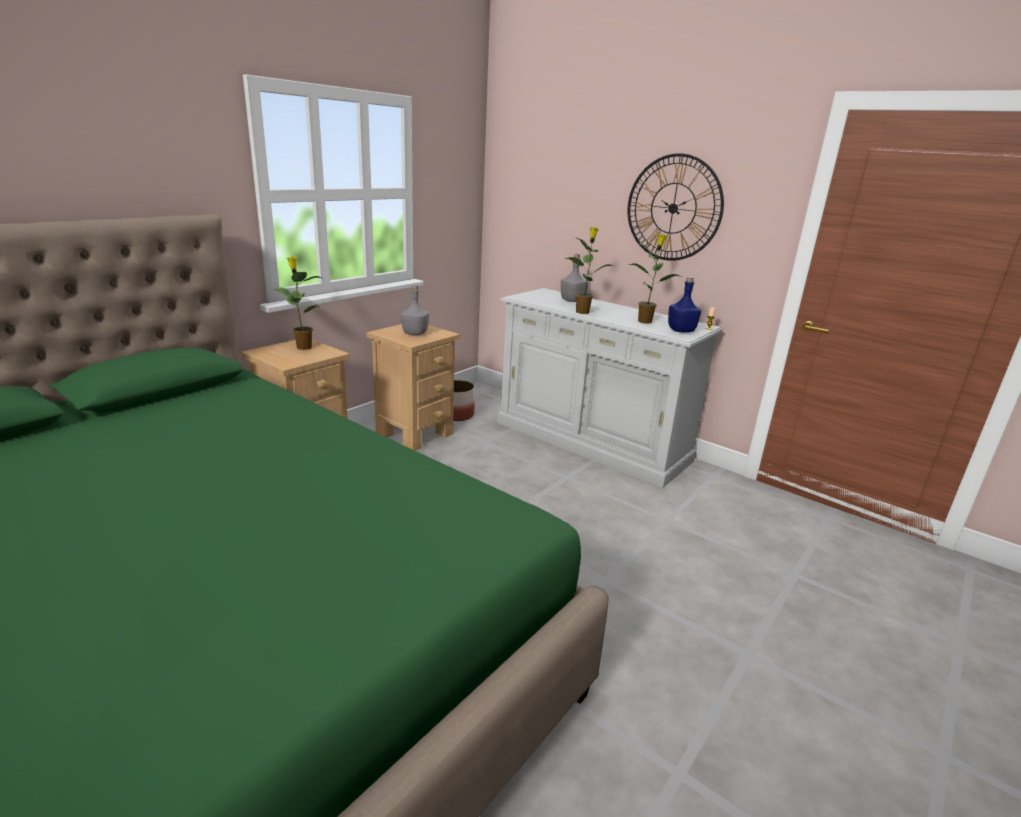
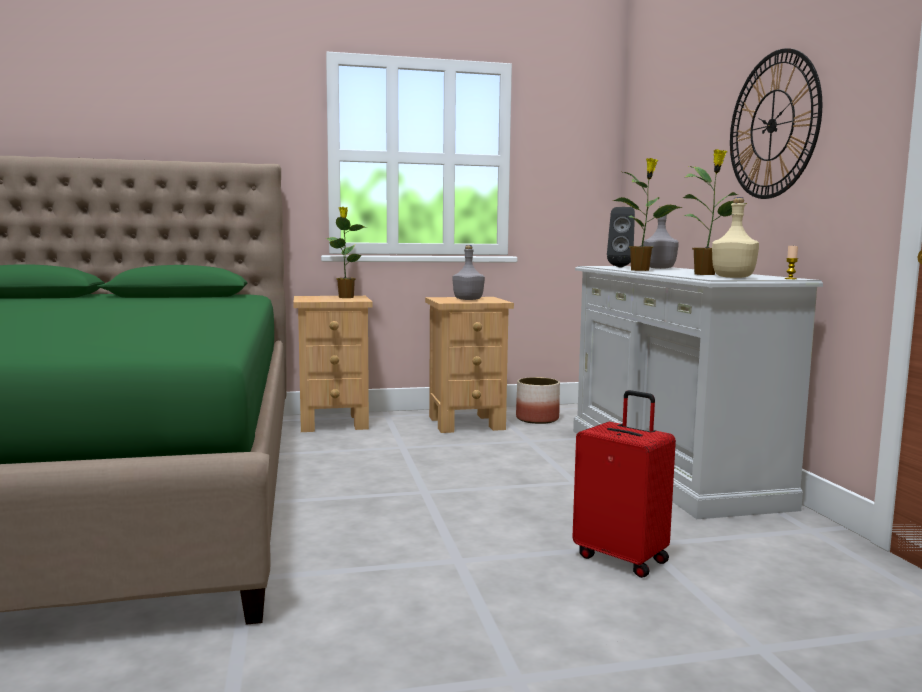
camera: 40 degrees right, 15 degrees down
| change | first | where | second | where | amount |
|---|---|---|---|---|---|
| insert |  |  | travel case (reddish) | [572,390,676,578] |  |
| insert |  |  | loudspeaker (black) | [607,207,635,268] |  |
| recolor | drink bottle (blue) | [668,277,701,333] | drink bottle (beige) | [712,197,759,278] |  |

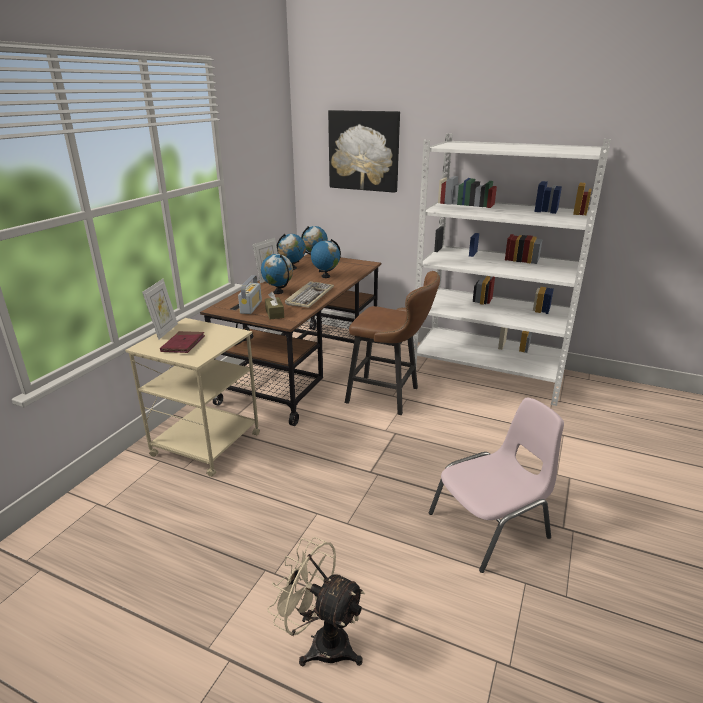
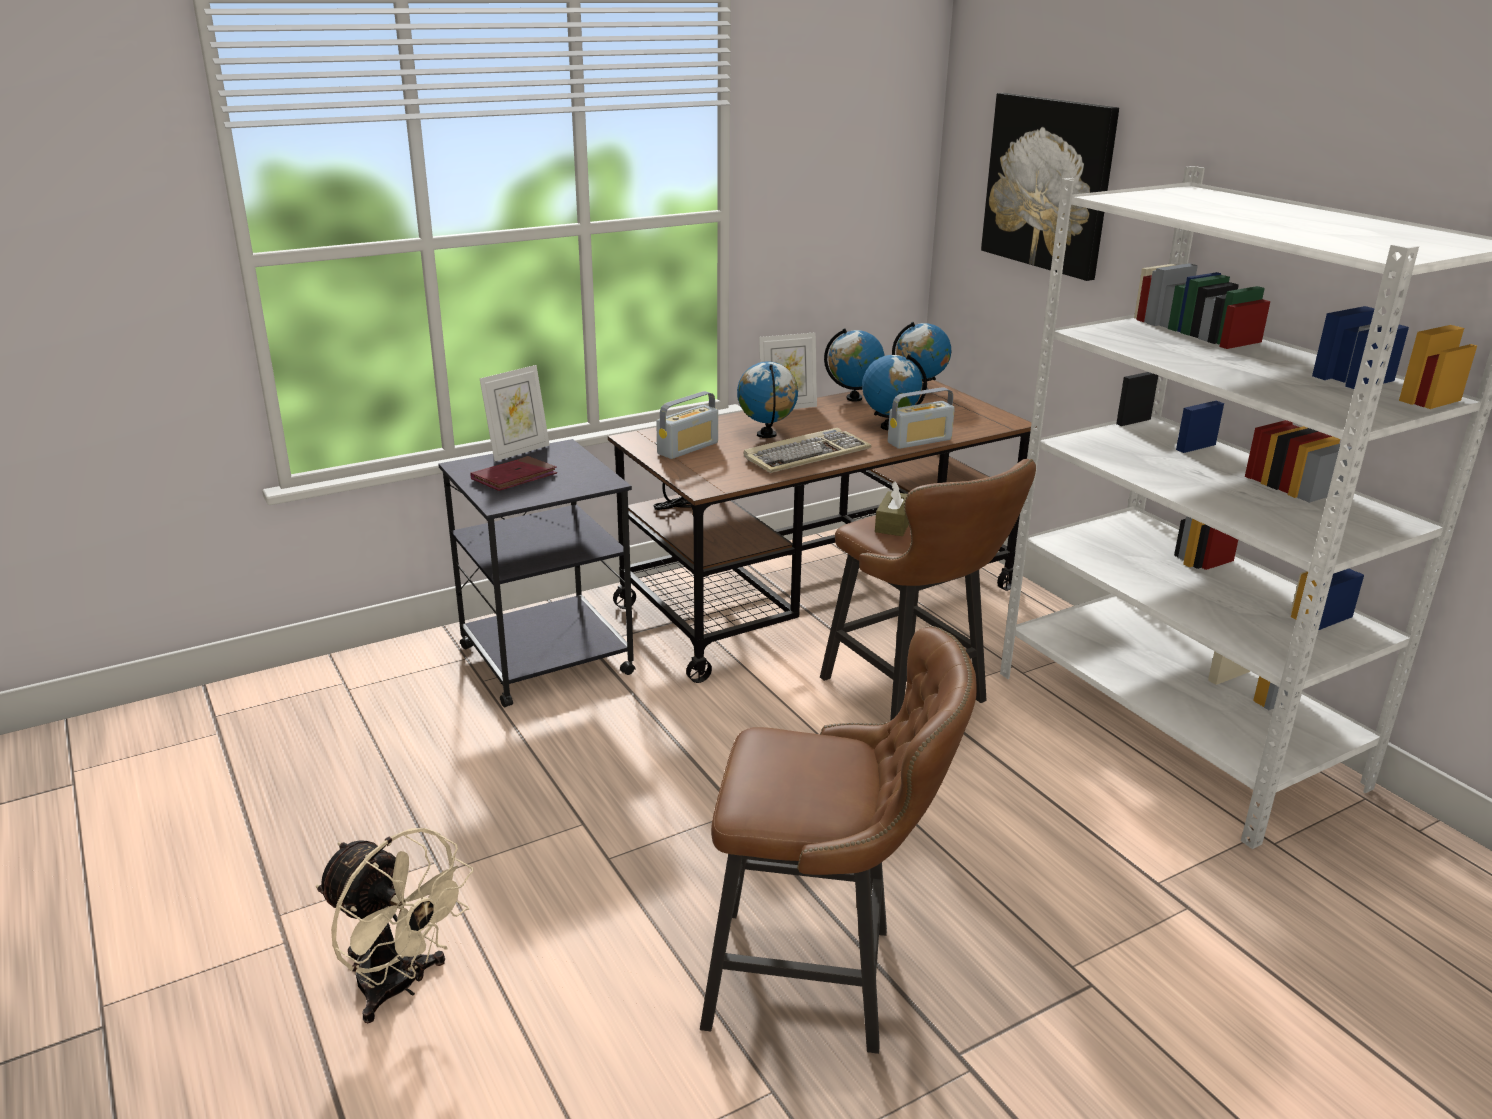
camera: 35 degrees right, 0 degrees up
| change | first | where | second | where | amount |
|---|---|---|---|---|---|
| insert |  |  | radio set | [888,387,955,449] |  |
| move | tissue box (brown-coloured) | [265,292,284,319] |  | [875,481,909,536] |  |
| replace | chair (pink) | [429,398,564,573] | stool (brown-coloured) | [700,626,977,1054] |  |
| recolor | wheeled cart (beige) | [125,318,260,477] | wheeled cart (black) | [438,439,635,707] |  |
| rotate | fan (beige) | [267,537,365,666] |  | [316,828,473,1024] | 150 degrees clockwise |

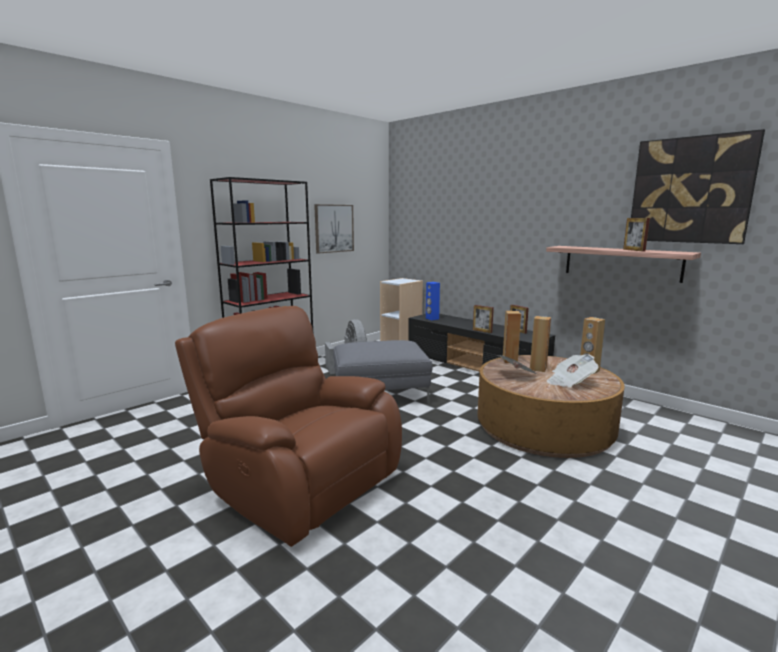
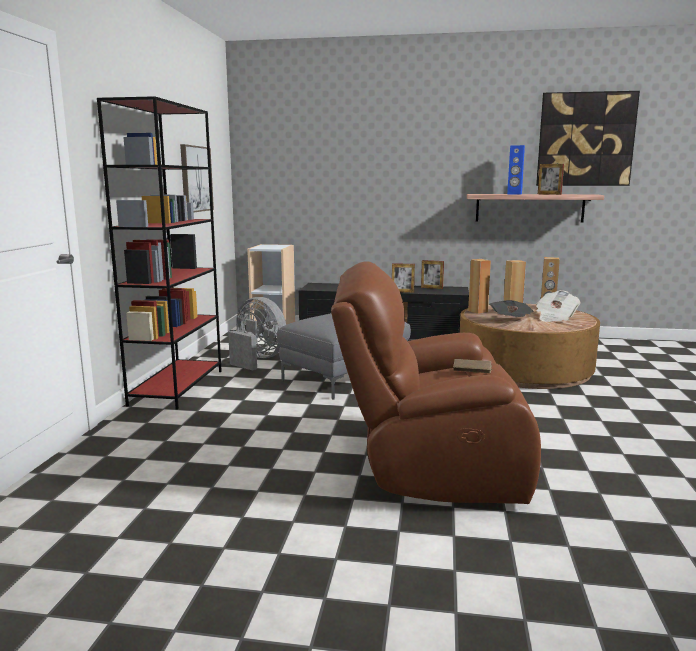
camera: 35 degrees left, 0 degrees up
| change | first | where | second | where | amount |
|---|---|---|---|---|---|
| insert |  |  | book (brown-coloured) | [453,359,492,373] |  |
| move | loudspeaker (blue) | [426,282,440,320] |  | [507,145,525,194] |  |

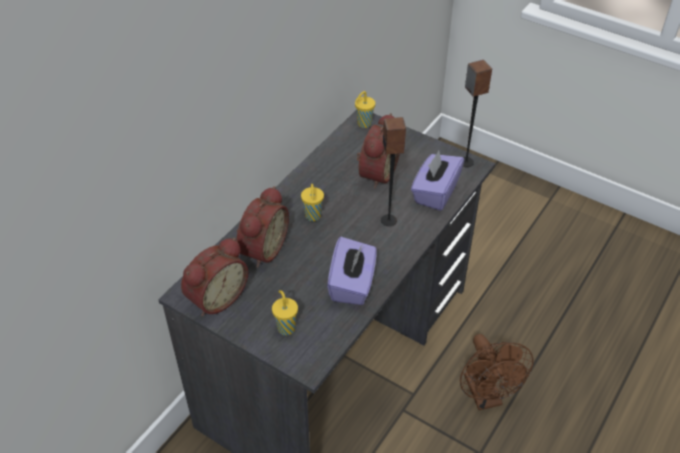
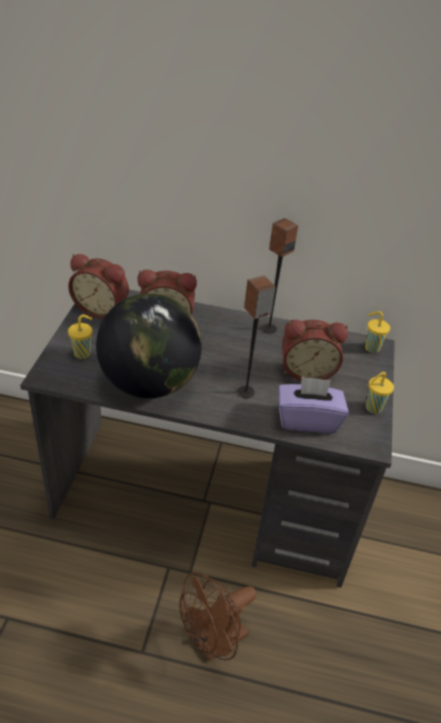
camera: 65 degrees right, 5 degrees down
| change | first | where | second | where | amount |
|---|---|---|---|---|---|
| move | drinking cup (yellow-coloured) | [301,184,324,222] |  | [366,372,394,414] |  |
| move | loudspeaker | [463,60,492,167] |  | [262,218,298,334] |  |
| replace | tissue box (purple-coloured) | [327,237,377,305] | desk globe | [96,293,202,398] |  |

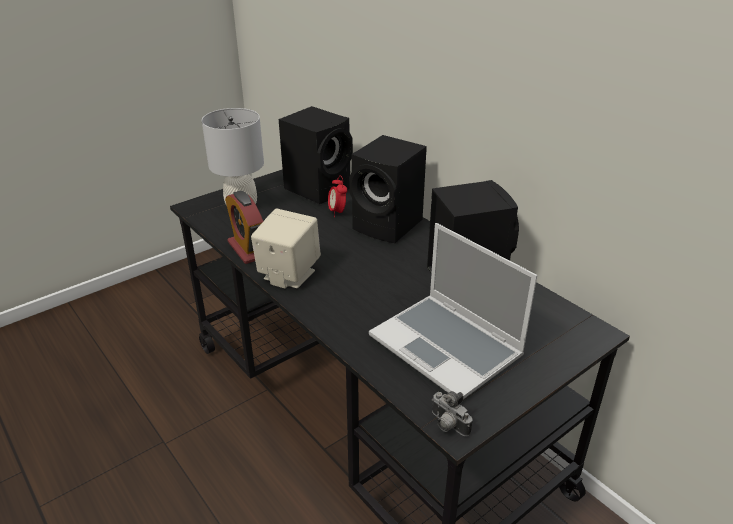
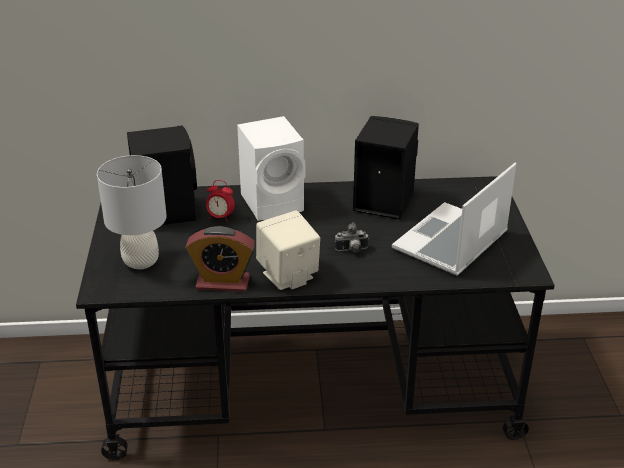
camera: 55 degrees left, 0 degrees up
| change | first | where | second | where | amount |
|---|---|---|---|---|---|
| move | photo camera | [432,391,473,436] |  | [335,222,369,252] |  |
| recolor | loudspeaker (black) | [349,135,427,243] | loudspeaker (white) | [237,116,305,221] |  |
| rotate | laptop | [369,223,537,399] |  | [392,163,516,276] | 135 degrees clockwise |

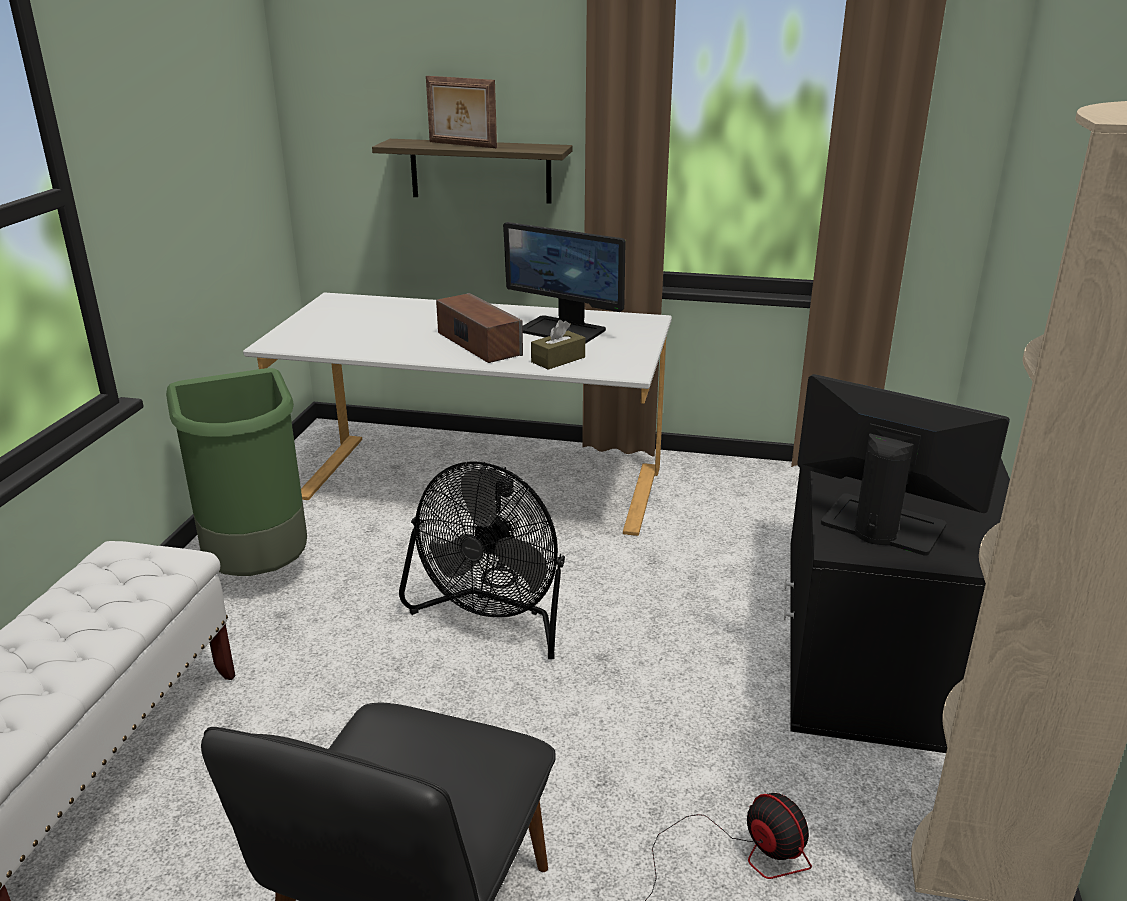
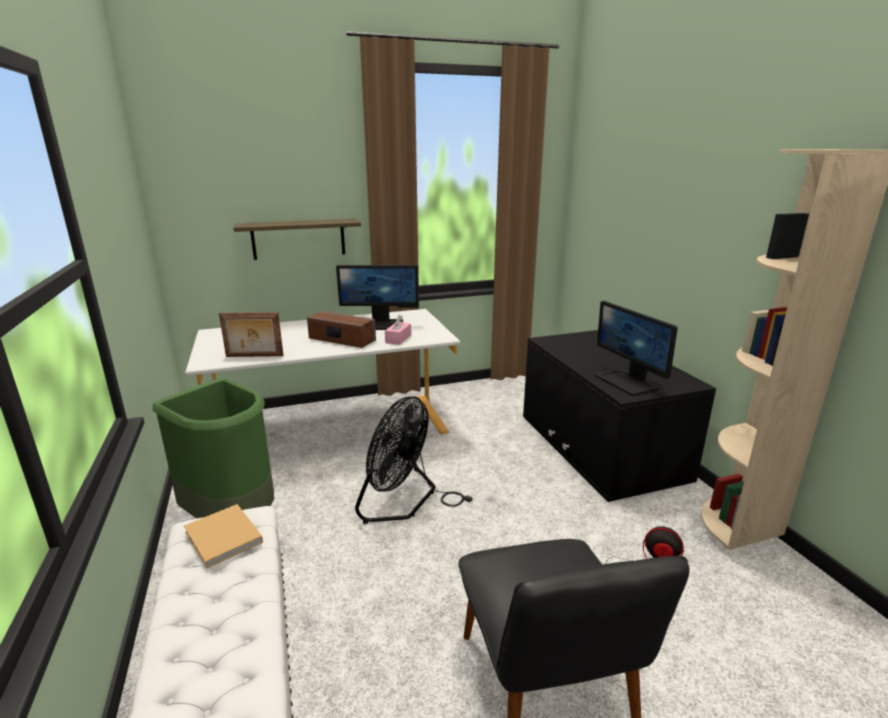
camera: 30 degrees left, 5 degrees down
| change | first | where | second | where | amount |
|---|---|---|---|---|---|
| insert |  |  | book (beige) | [184,504,263,569] |  |
| move | photo frame | [426,76,497,148] |  | [219,312,284,357] |  |
| recolor | tissue box (brown-coloured) | [531,320,585,370] | tissue box (pink) | [385,315,411,345] |  |
| rotate | fan (black) | [399,462,565,659] |  | [355,396,473,524] | 120 degrees clockwise |
| rotate | monitor | [797,374,1010,556] |  | [595,301,678,396] | 120 degrees counterclockwise |

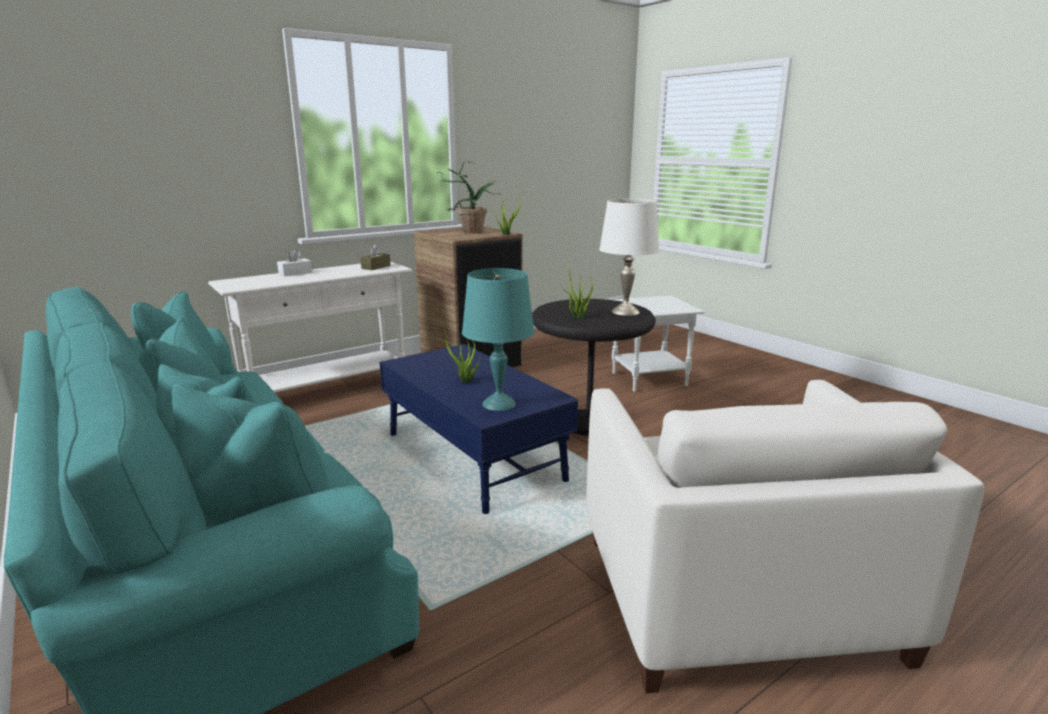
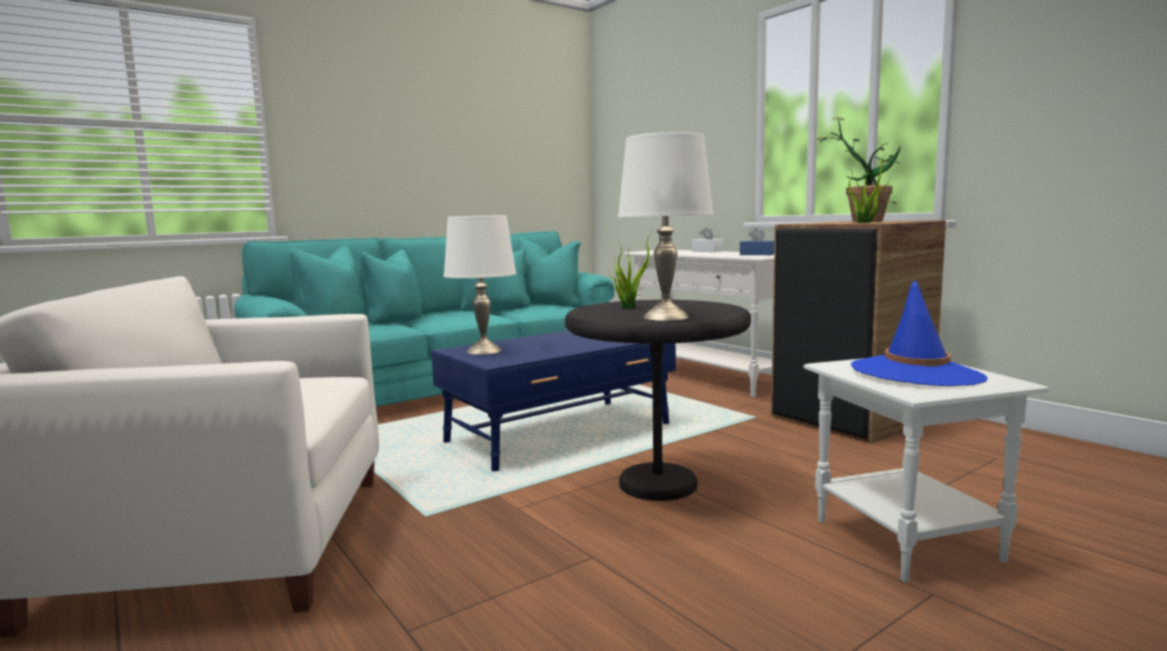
camera: 90 degrees right, 10 degrees down
| change | first | where | second | where | amount |
|---|---|---|---|---|---|
| delete | potted plant | [440,324,480,383] |  |  |  |
| insert |  |  | clothing hat (blue) | [851,279,988,386] |  |
| recolor | tissue box (brown-coloured) | [360,244,391,270] | tissue box (blue) | [740,228,774,255] |  |
| recolor | lamp for a table (blue-green) | [462,268,535,411] | lamp for a table (white) | [444,215,517,355] |  |

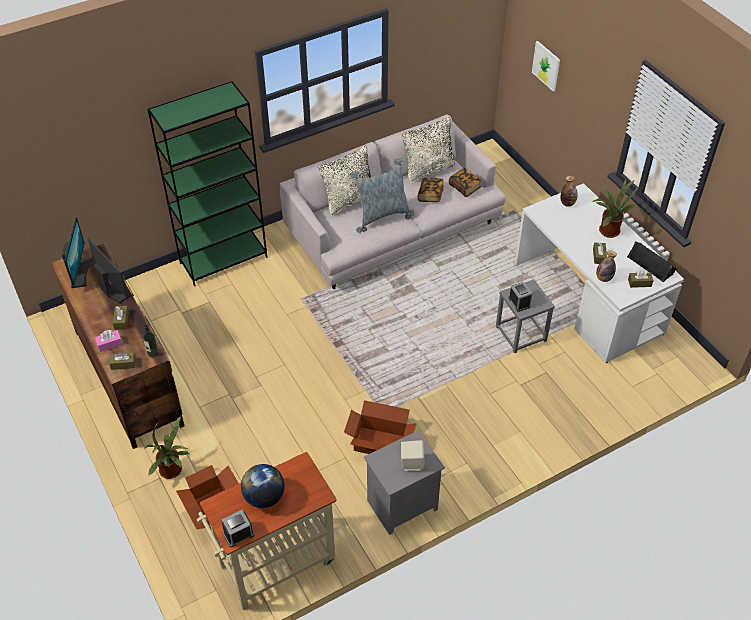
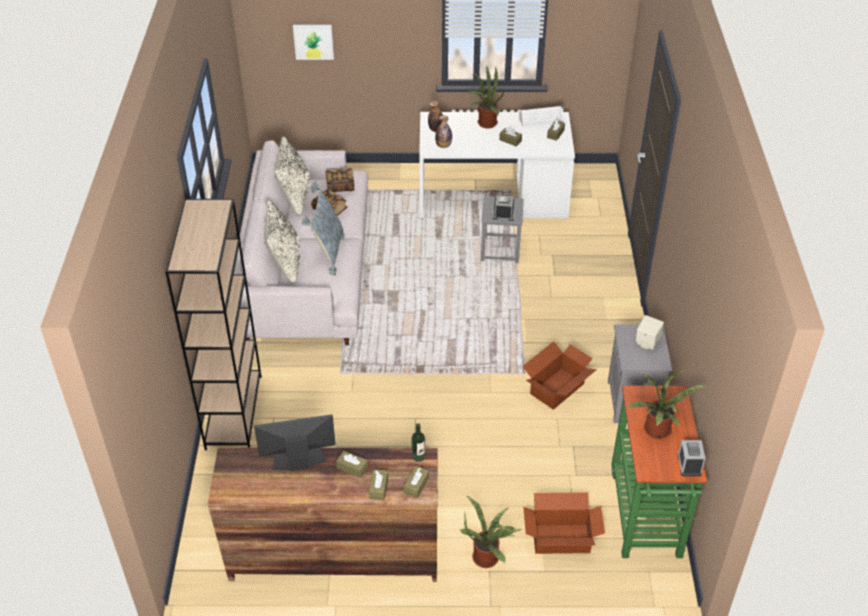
camera: 60 degrees left, 5 degrees down
| change | first | where | second | where | amount |
|---|---|---|---|---|---|
| delete | monitor | [62,217,93,288] |  |  |  |
| move | drink bottle | [596,250,617,282] |  | [435,116,452,148] |  |
| replace | desk globe | [241,464,285,508] | potted plant | [628,370,707,439] |  |
| recolor | tissue box (pink) | [95,330,123,352] | tissue box (brown-coloured) | [369,469,388,500] |  |
| recolor | bookshelf (green) | [147,81,268,286] | bookshelf (beige) | [165,199,262,450] |  |
| recolor | wheeled cart (beige) | [197,452,337,610] | wheeled cart (green) | [611,385,707,558] |  |
| recolor | loudspeaker (black) | [627,241,677,282] | loudspeaker (white) | [519,106,564,128] |  |

